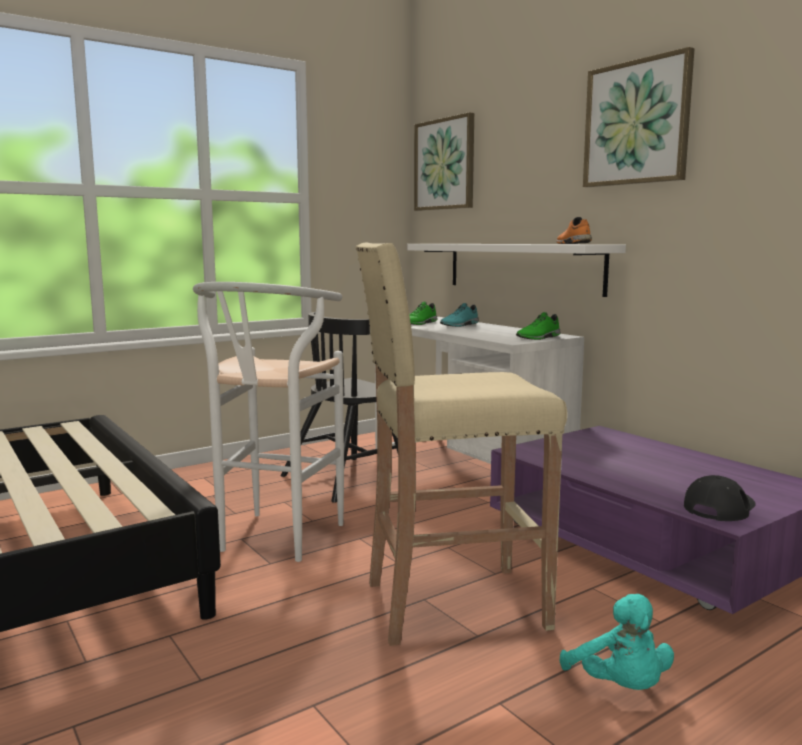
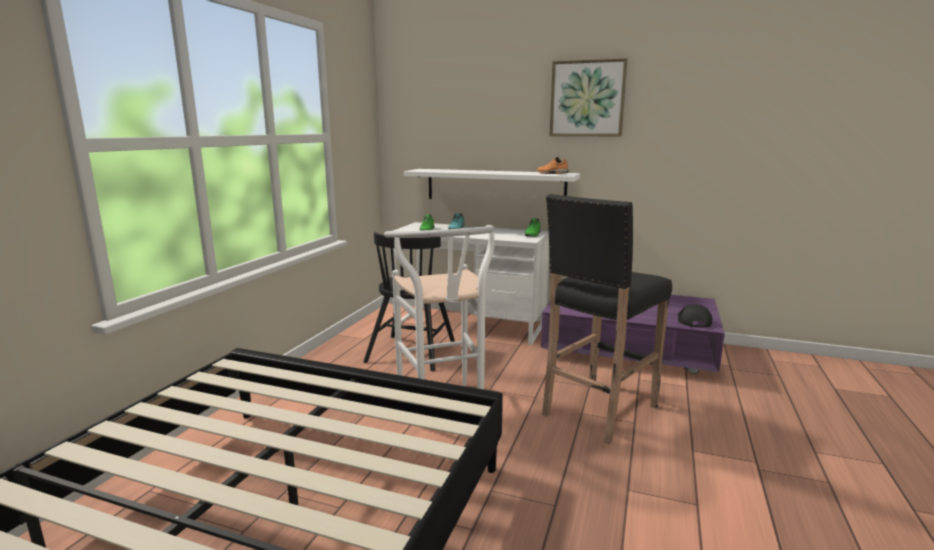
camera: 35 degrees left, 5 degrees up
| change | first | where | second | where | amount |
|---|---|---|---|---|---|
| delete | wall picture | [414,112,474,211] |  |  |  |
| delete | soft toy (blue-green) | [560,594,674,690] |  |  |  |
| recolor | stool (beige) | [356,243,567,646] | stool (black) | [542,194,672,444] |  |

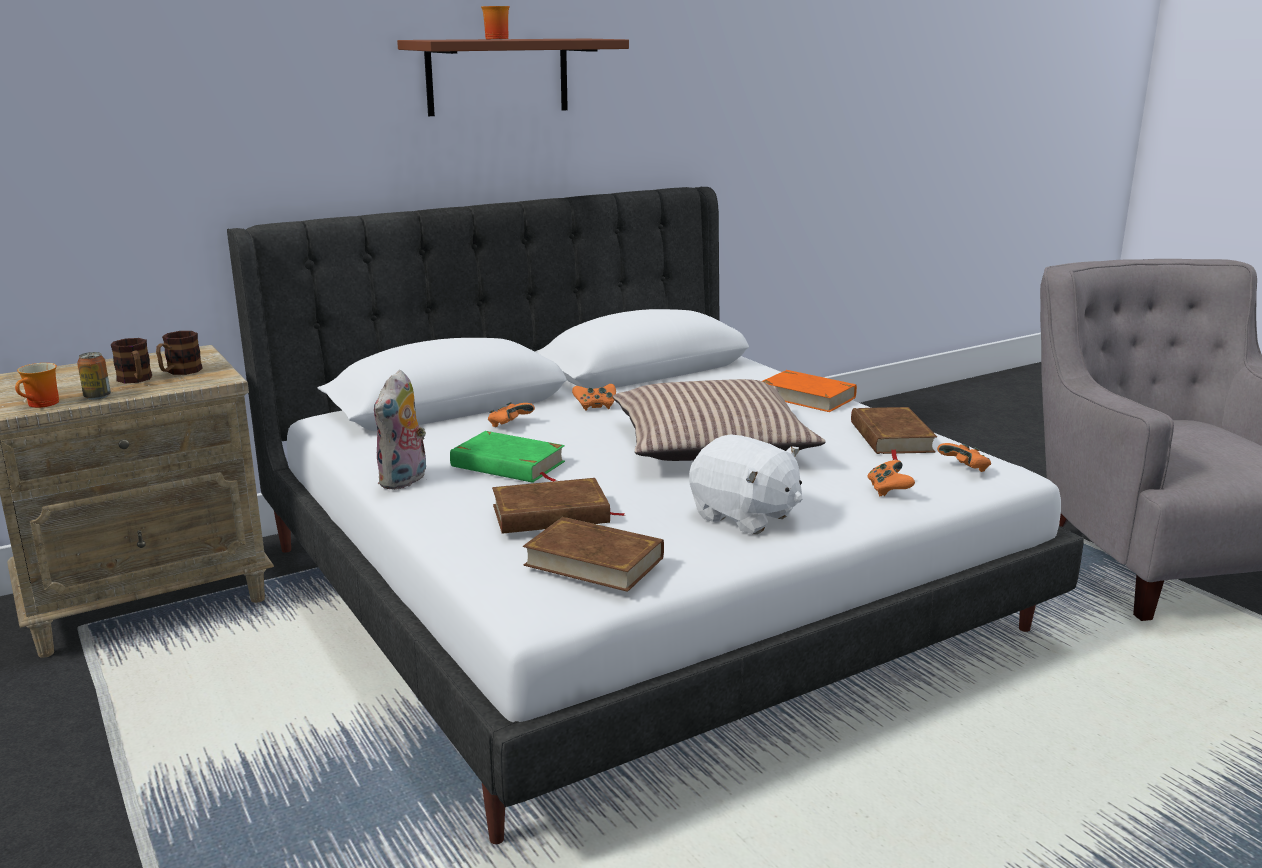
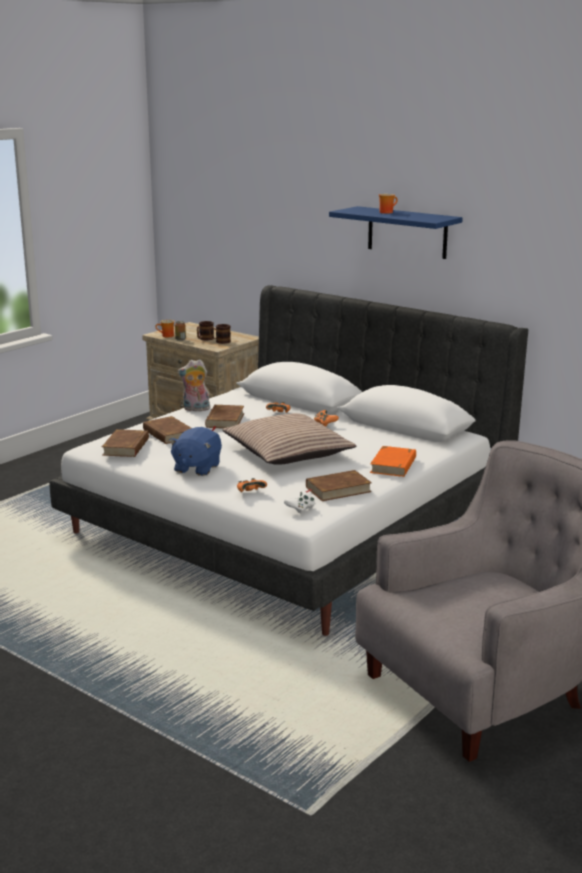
camera: 70 degrees right, 0 degrees up
| change | first | where | second | where | amount |
|---|---|---|---|---|---|
| recolor | shelf (brown-coloured) | [397,39,629,116] | shelf (blue) | [329,206,463,259] |  |
| recolor | book (green) | [450,431,565,483] | book (brown-coloured) | [205,405,244,431] |  |
| recolor | soft toy (white) | [689,435,803,534] | soft toy (blue) | [169,427,222,476] |  |
| recolor | gamepad (orangey) | [937,443,991,472] | gamepad (white) | [284,491,315,514] |  |

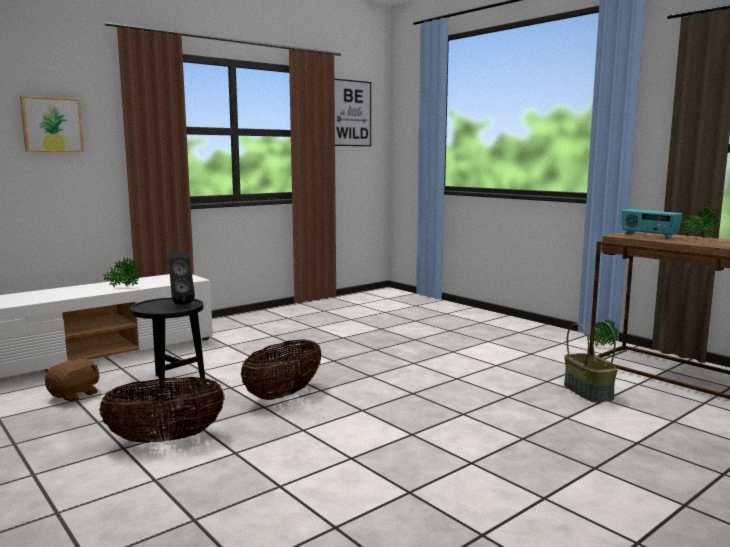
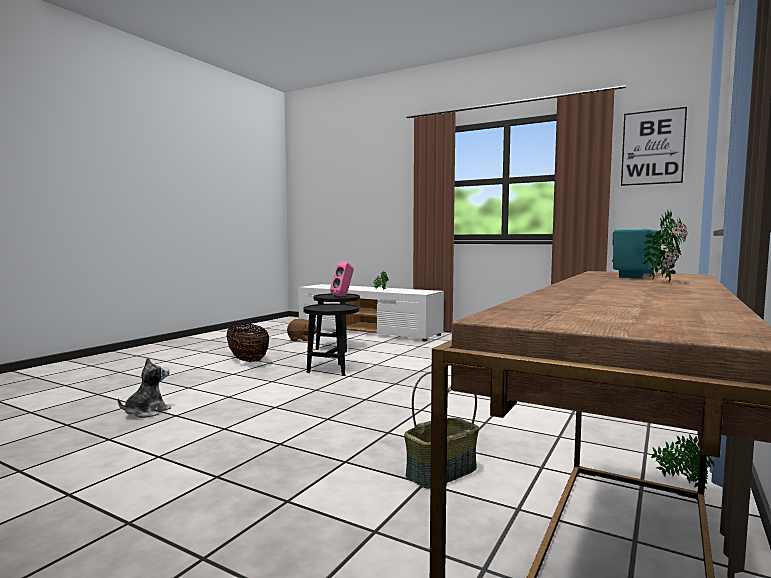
camera: 70 degrees right, 5 degrees down
| change | first | where | second | where | amount |
|---|---|---|---|---|---|
| delete | wall picture | [20,96,84,152] |  |  |  |
| insert |  |  | soft toy | [118,357,171,418] |  |
| replace | household basket | [241,339,322,400] | side table (black) | [303,304,359,376] |  |
| recolor | loudspeaker (black) | [168,251,195,304] | loudspeaker (pink) | [330,261,354,296] |  |

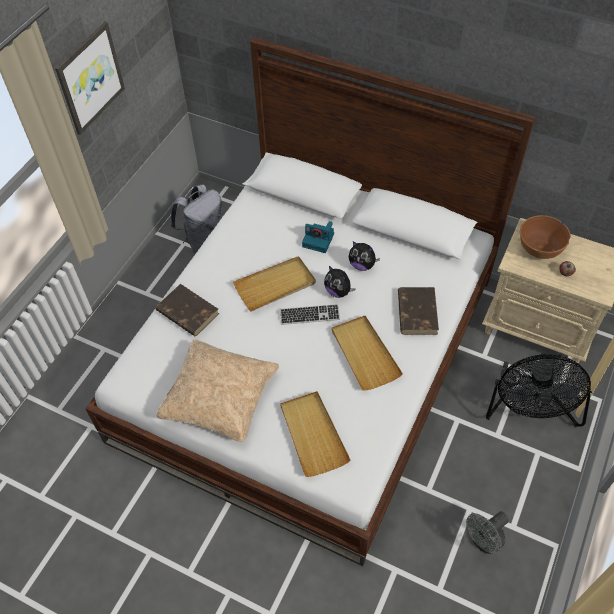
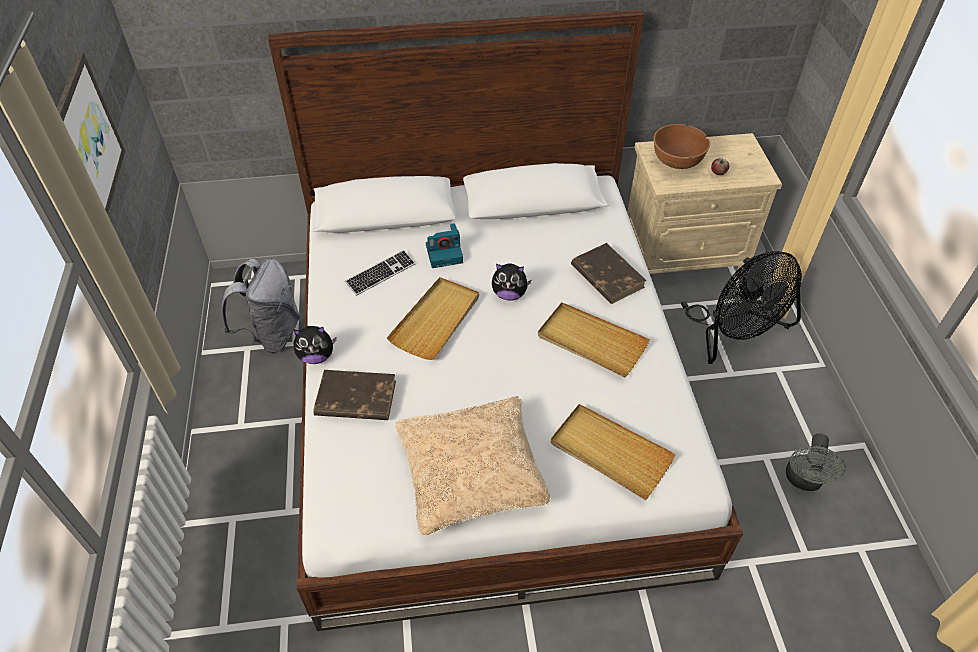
camera: 35 degrees left, 5 degrees down
| change | first | where | second | where | amount |
|---|---|---|---|---|---|
| move | PC keyboard | [280,304,340,325] |  | [345,250,416,296] |  |
| move | soft toy | [349,241,380,271] |  | [293,326,336,364] |  |

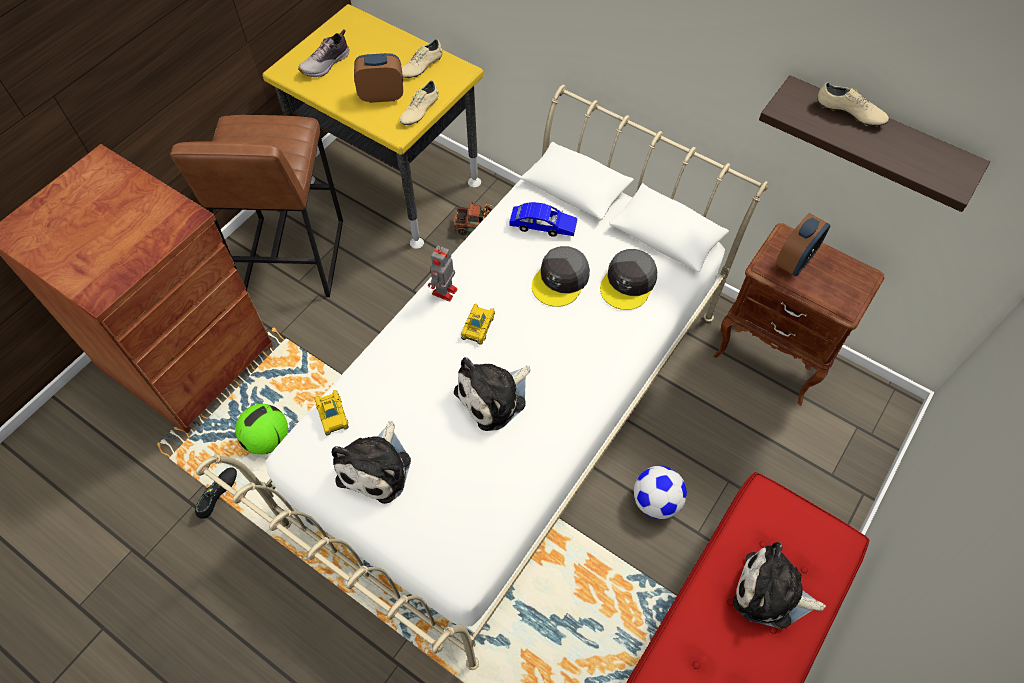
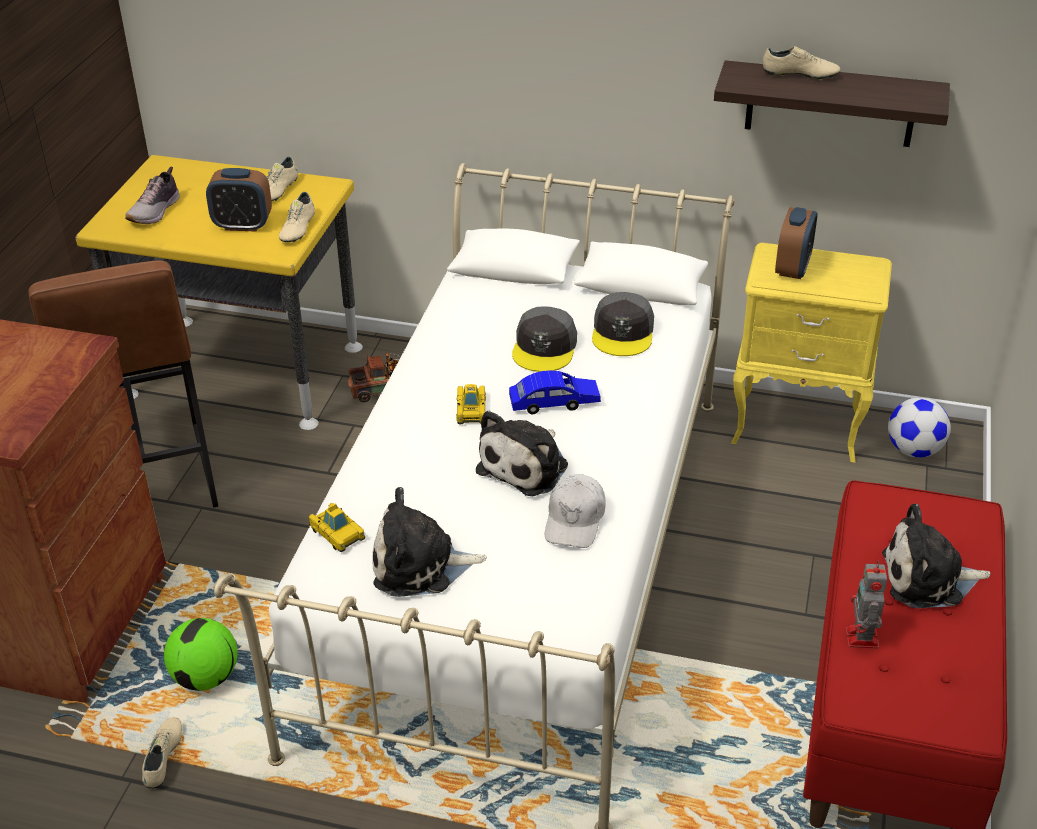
camera: 20 degrees left, 20 degrees down
| change | first | where | second | where | amount |
|---|---|---|---|---|---|
| insert |  |  | cap (white) | [545,474,605,548] |  |
| move | robot figure | [428,246,457,301] |  | [846,560,887,649] |  |
| move | miniature car (blue) | [510,202,577,237] |  | [509,370,601,414] |  |
| move | ball for football | [634,466,687,519] |  | [888,398,951,457] |  |
| recolor | shoe (black) | [195,467,237,519] | shoe (beige) | [142,717,182,789] |  |
| recolor | nightstand (brown-coloured) | [712,223,885,406] | nightstand (yellow-coloured) | [731,243,892,463] |  |
| rotate | soft toy | [331,421,411,504] |  | [372,487,487,597] | 90 degrees clockwise |
| rotate | bedside clock | [354,53,403,103] |  | [206,168,272,232] | 150 degrees counterclockwise |

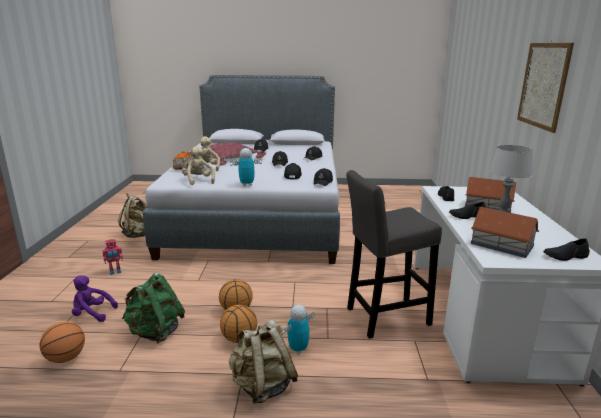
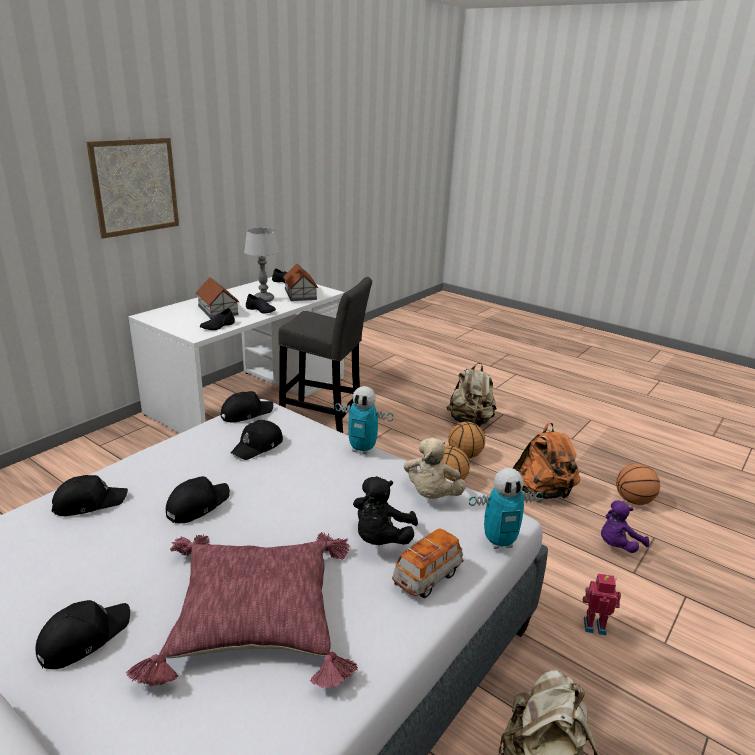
camera: 145 degrees left, 5 degrees up
| change | first | where | second | where | amount |
|---|---|---|---|---|---|
| move | robot figure | [283,305,314,354] |  | [469,468,543,549] |  |
| recolor | knapsack (green) | [122,273,185,343] | knapsack (orangey) | [513,423,580,499] |  |
| recolor | soft toy (beige) | [191,136,220,172] | soft toy (black) | [353,476,418,545] |  |
| rotate | soft toy (purple-coloured) | [72,275,118,322] |  | [601,500,649,553] | 105 degrees clockwise |

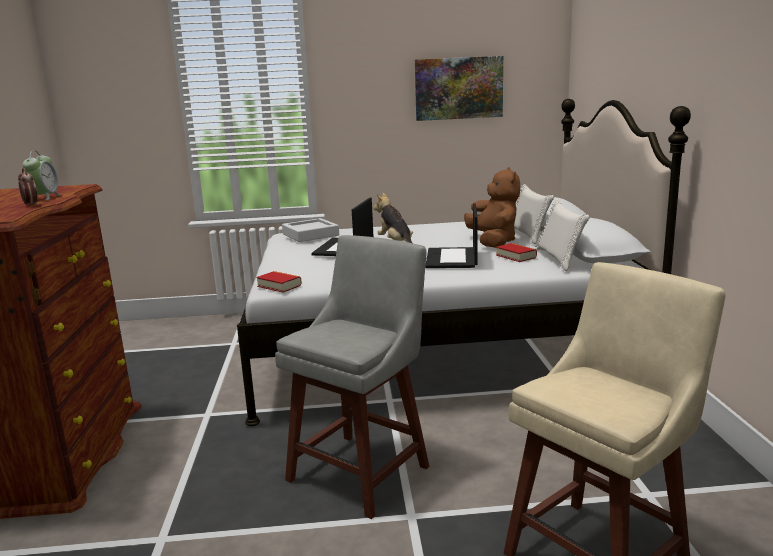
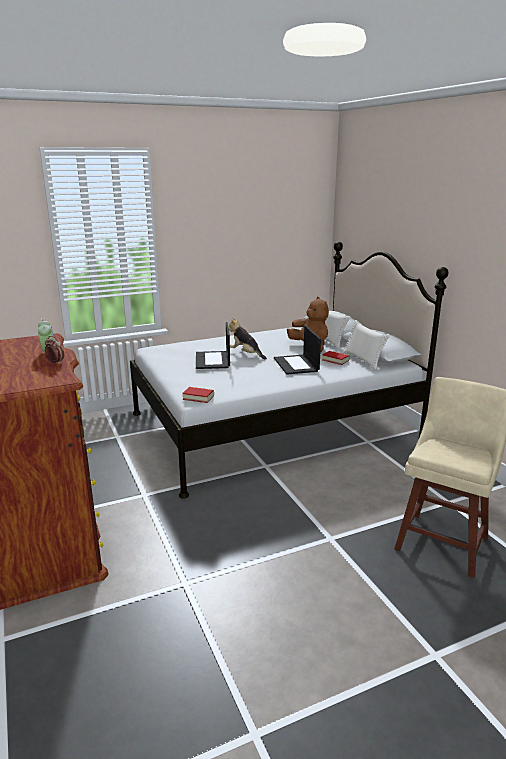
camera: 20 degrees left, 5 degrees up
| change | first | where | second | where | amount |
|---|---|---|---|---|---|
| delete | chair (grey) | [275,235,429,519] |  |  |  |
| delete | tray (grey) | [282,218,339,242] |  |  |  |
| delete | wall picture | [415,56,503,121] |  |  |  |

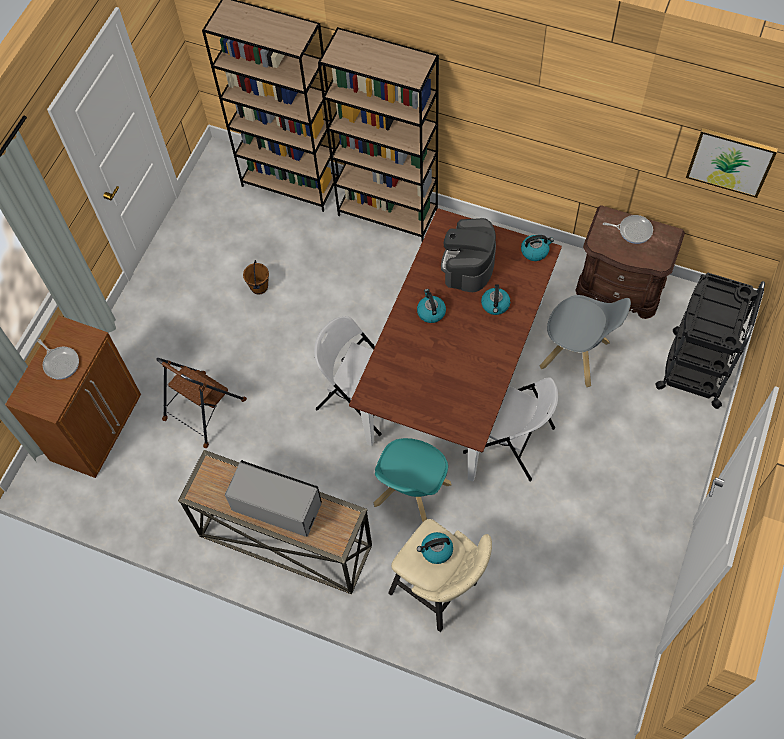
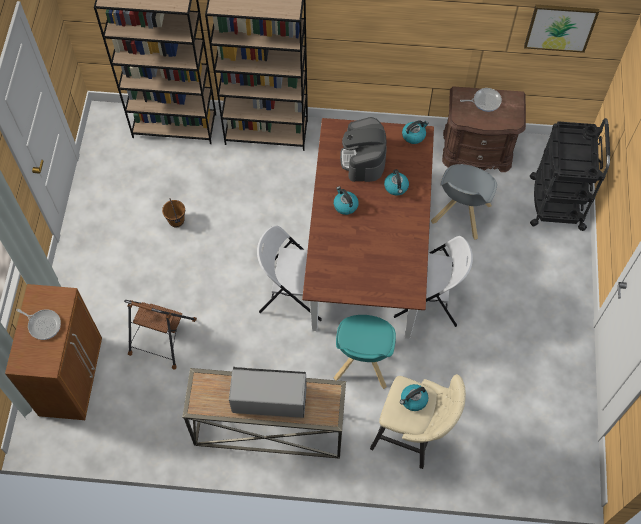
camera: 20 degrees left, 0 degrees up
| change | first | where | second | where | amount |
|---|---|---|---|---|---|
| rotate | chair (grey) | [539,295,631,387] |  | [431,164,497,240] | 105 degrees clockwise |

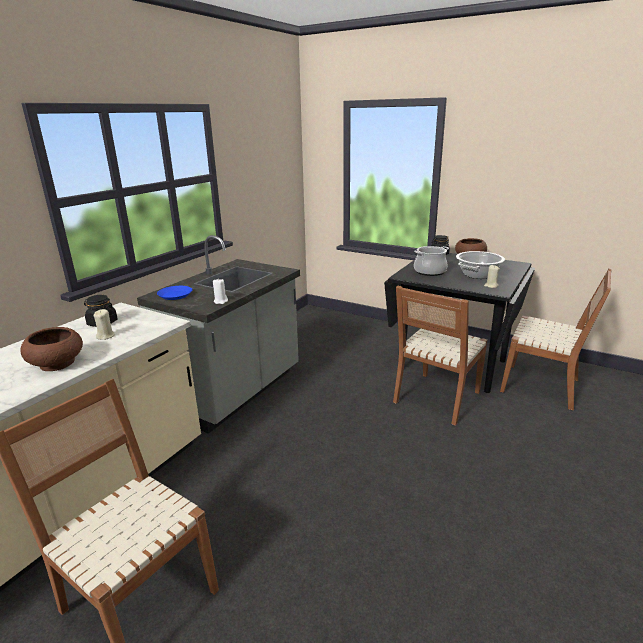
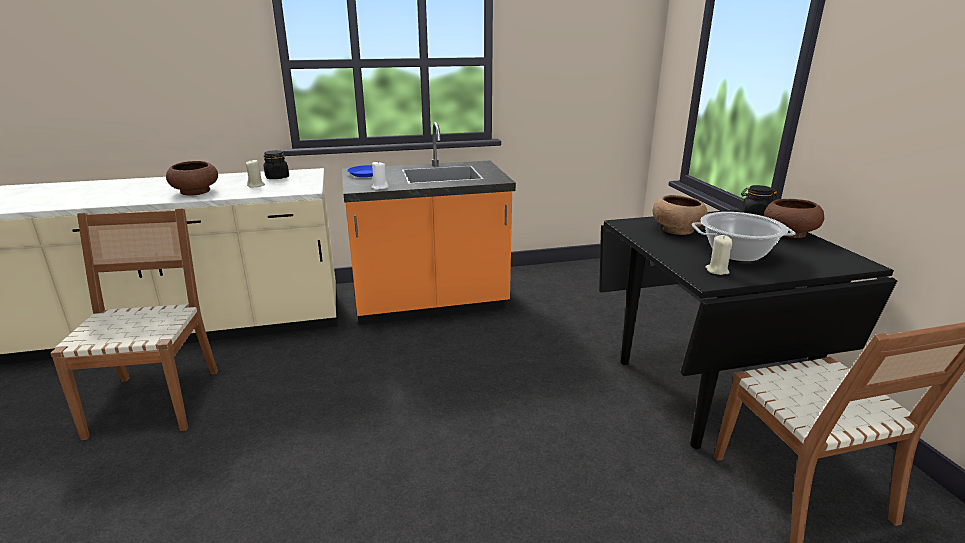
camera: 45 degrees right, 0 degrees up
| change | first | where | second | where | amount |
|---|---|---|---|---|---|
| delete | chair | [393,286,487,426] |  |  |  |
| replace | stockpot | [414,246,449,276] | serving bowl (brown-coloured) | [653,195,708,235] |  |
| recolor | kitchen base unit (grey) | [137,235,300,434] | kitchen base unit (orangey) | [342,122,516,325] |  |

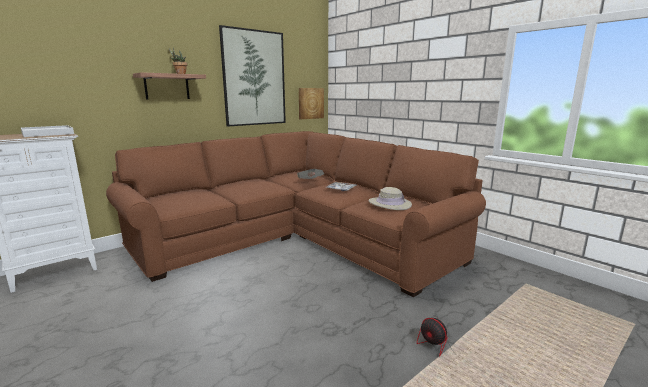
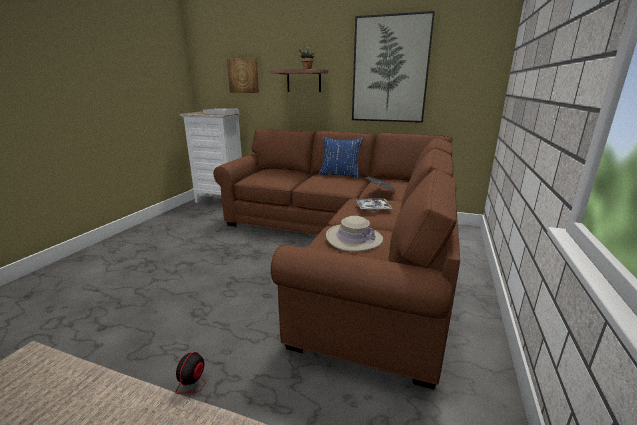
camera: 60 degrees right, 5 degrees up
| change | first | where | second | where | amount |
|---|---|---|---|---|---|
| insert |  |  | pillow (blue) | [319,137,363,179] |  |
| move | wall picture | [299,88,324,119] |  | [227,58,259,93] |  |

